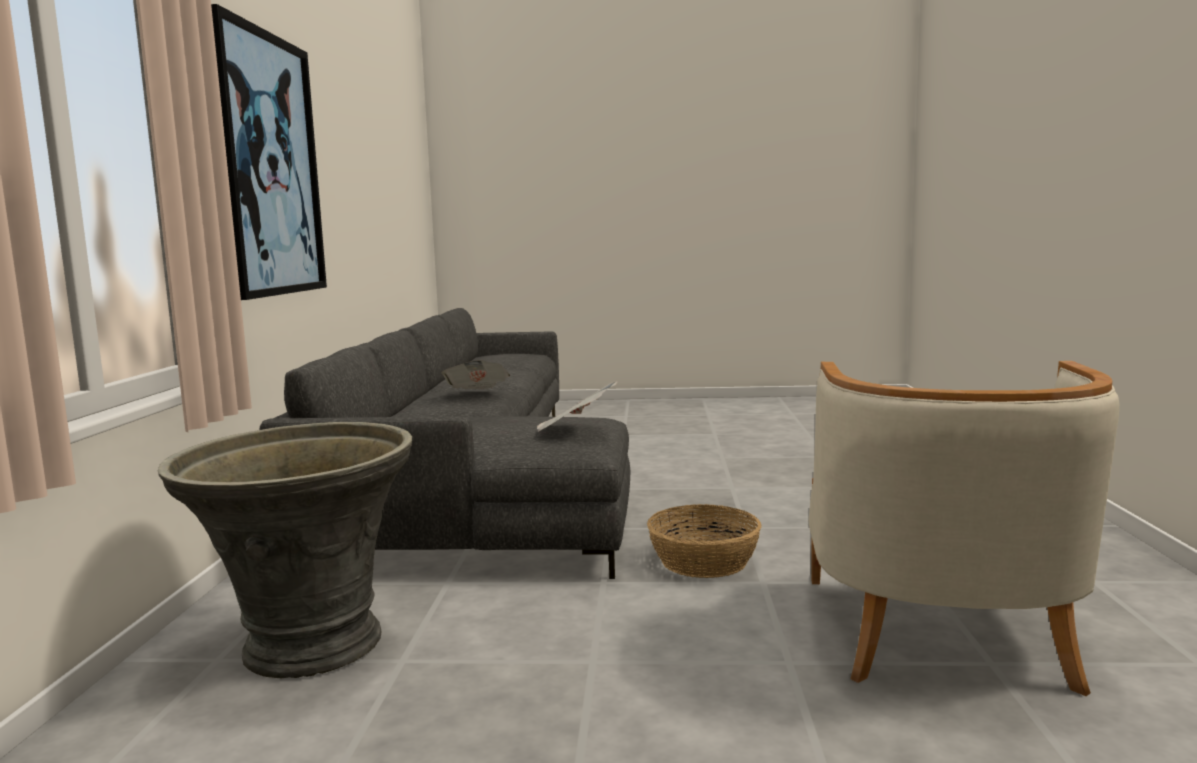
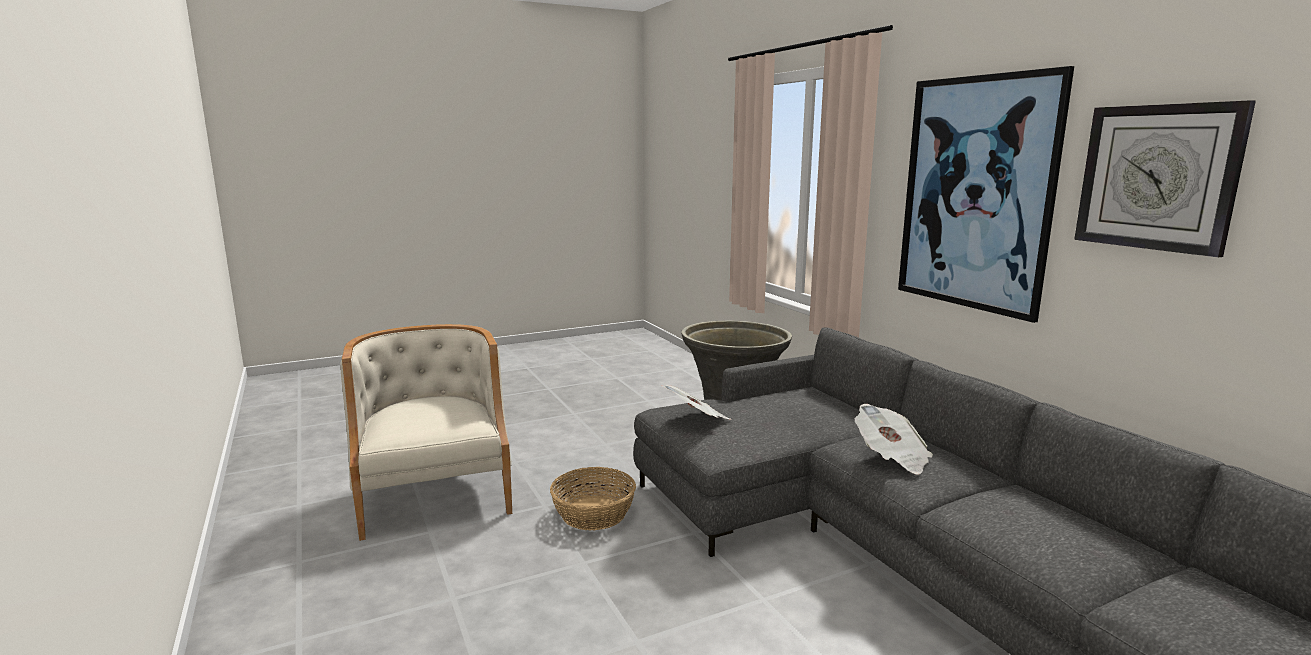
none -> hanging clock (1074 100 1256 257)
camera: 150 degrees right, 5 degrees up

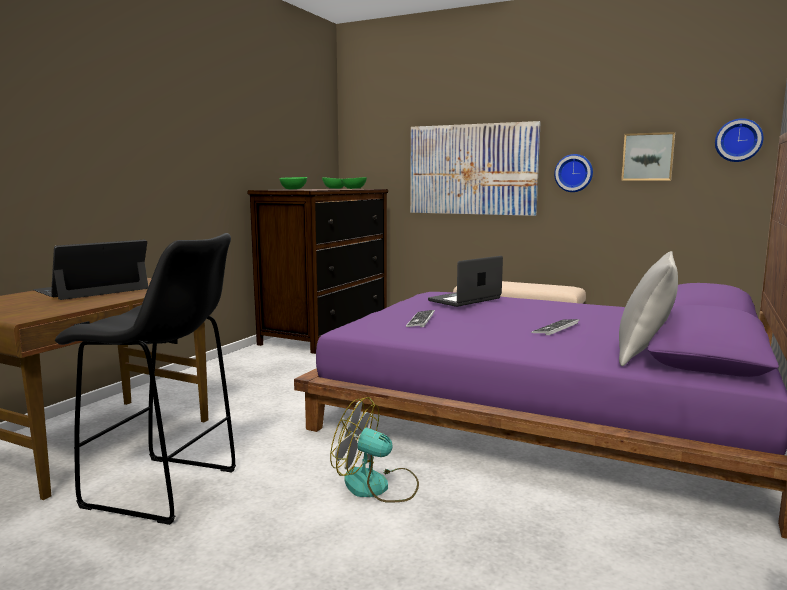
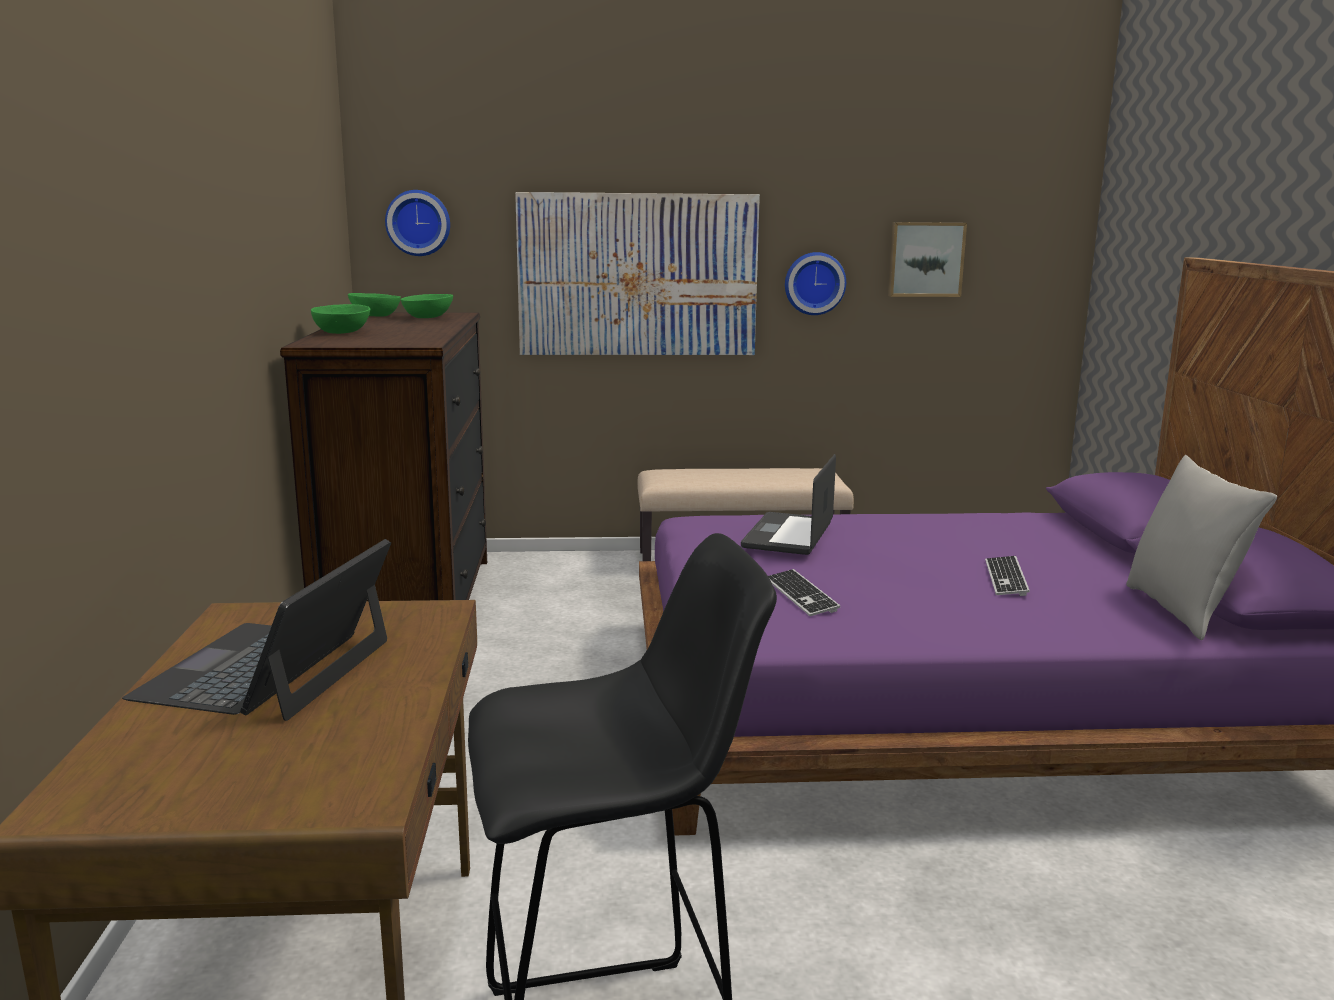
fan (330 397 419 502) -> none
hanging clock (715 118 764 162) -> hanging clock (385 190 450 256), relocated
camera: 30 degrees left, 5 degrees up

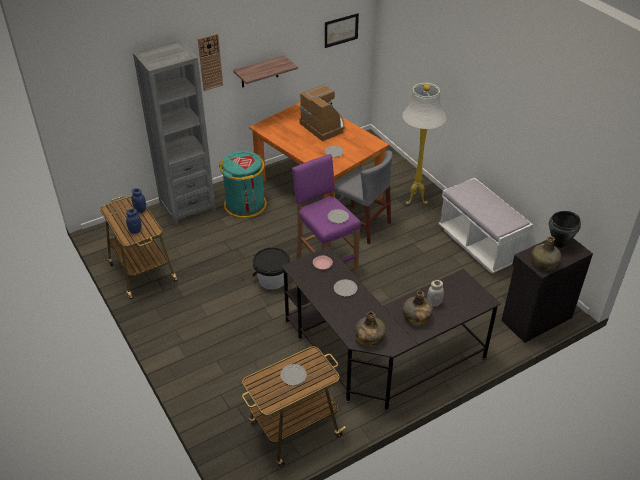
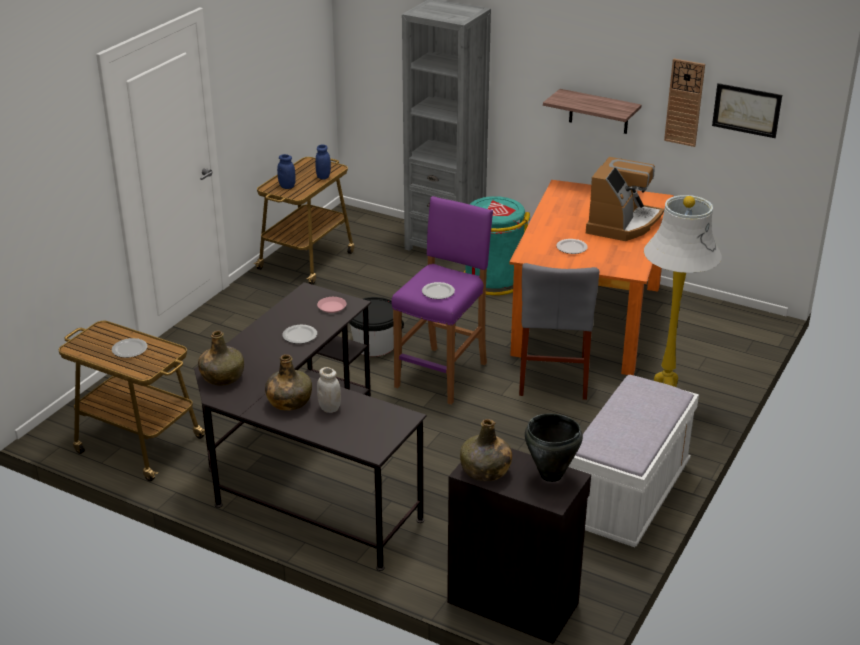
hanging clock (198 33 223 91) -> hanging clock (664 59 705 147), relocated
camera: 60 degrees right, 10 degrees down

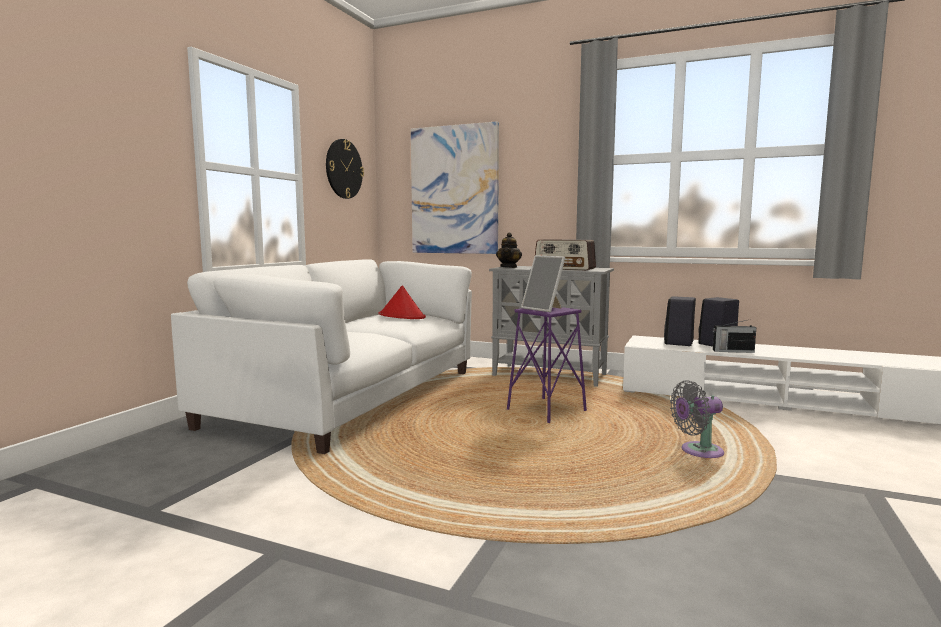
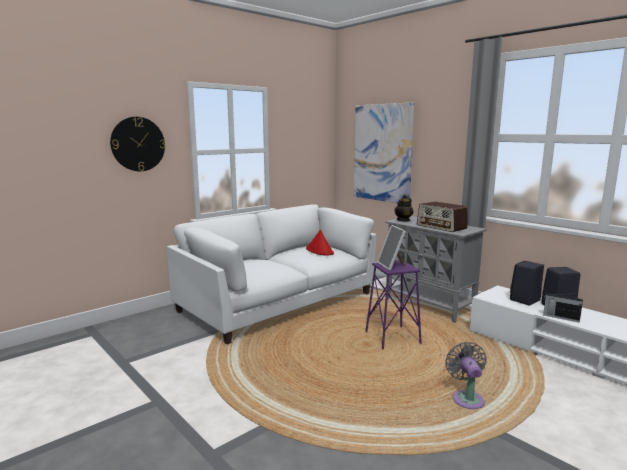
hanging clock (326 139 364 199) -> hanging clock (110 117 165 171), relocated
gray fan (670 380 724 458) -> gray fan (445 342 487 409), 75 degrees clockwise
camera: 25 degrees right, 5 degrees up

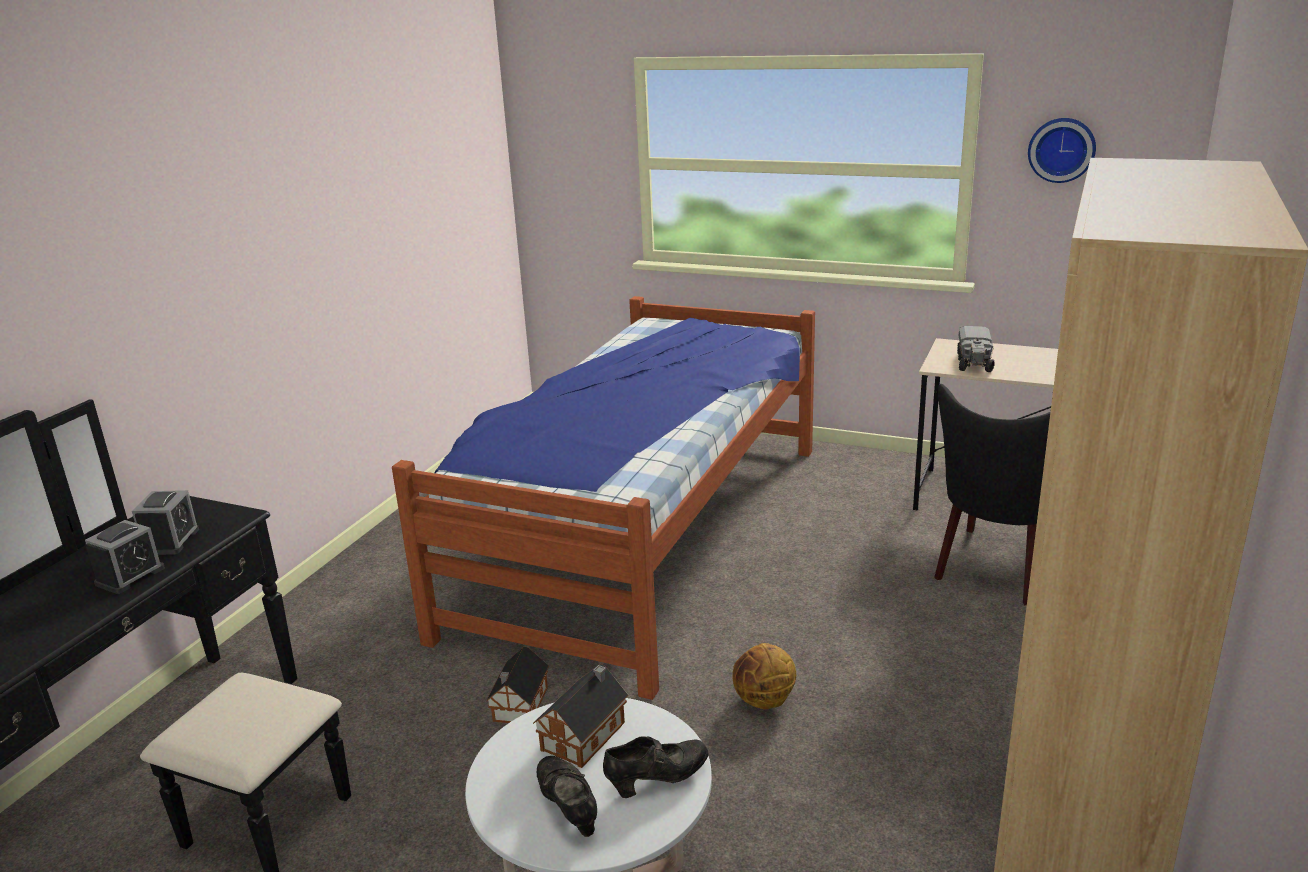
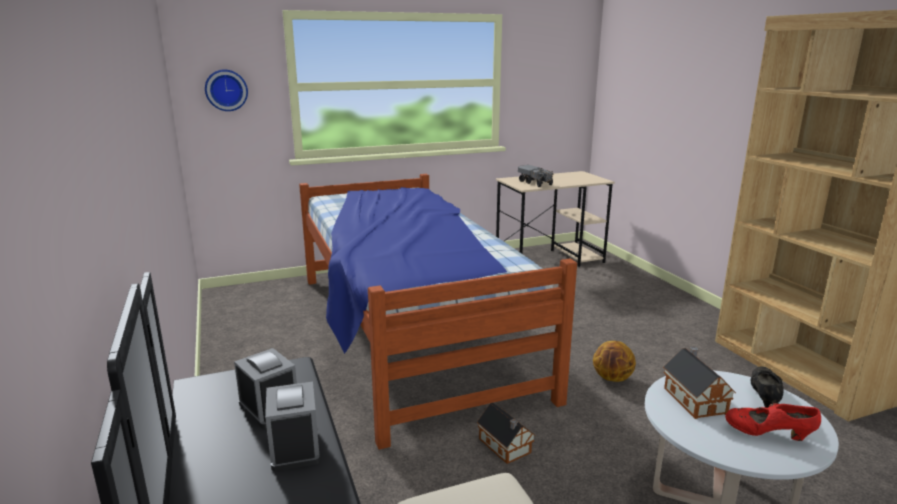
blackish item of footwear (537 756 597 837) -> red-coloured item of footwear (725 403 821 441)
blackish plain chair (934 384 1050 605) -> none
hanging clock (1028 118 1096 183) -> hanging clock (205 69 248 111), relocated
camera: 45 degrees left, 5 degrees down

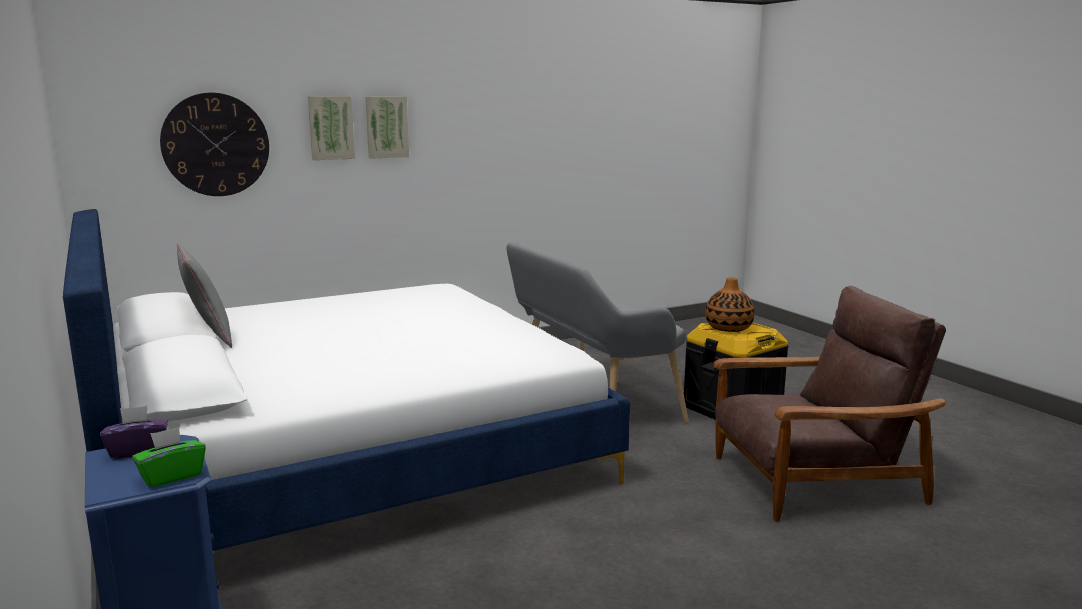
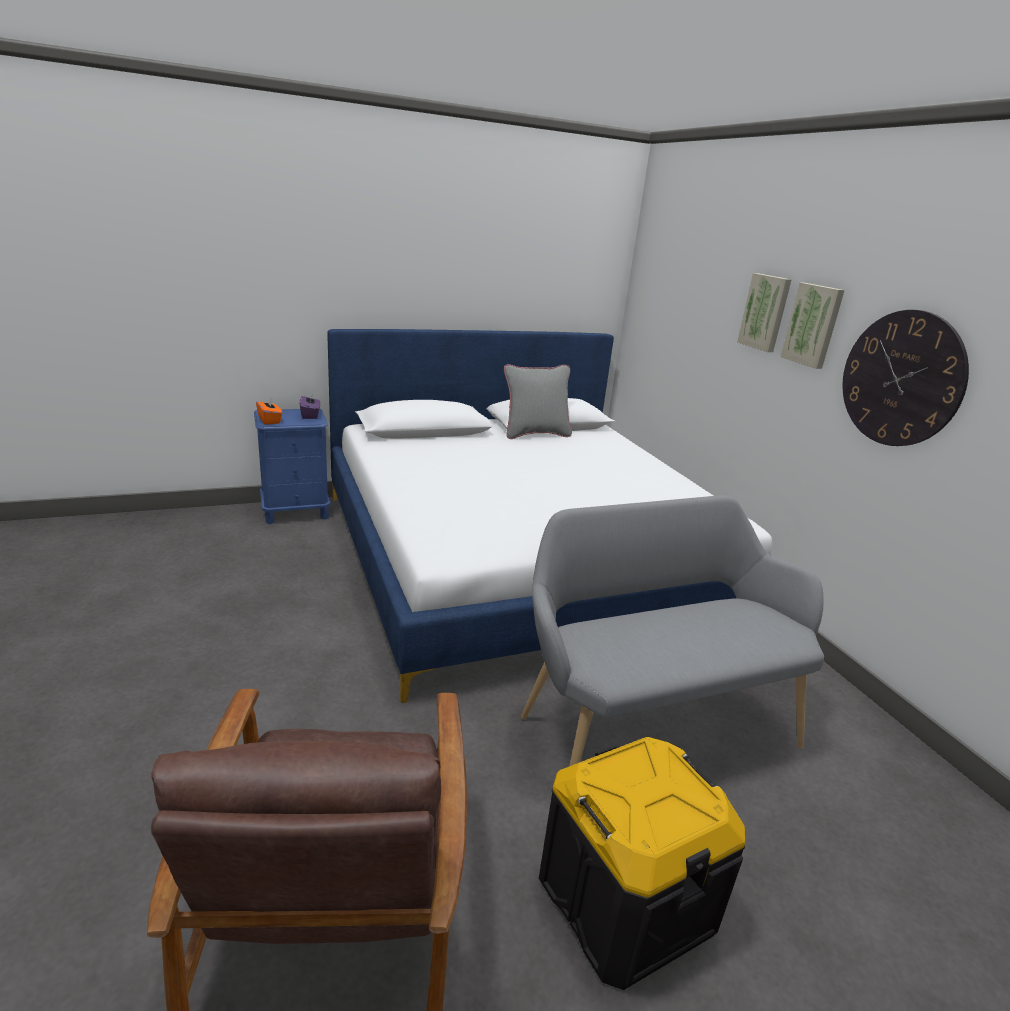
green tissue holder (132 427 206 488) -> orange-coloured tissue holder (256 397 282 425)
hanging clock (160 93 269 196) -> hanging clock (843 310 969 446), relocated
flower vase (705 277 755 332) -> none
camera: 95 degrees right, 10 degrees up

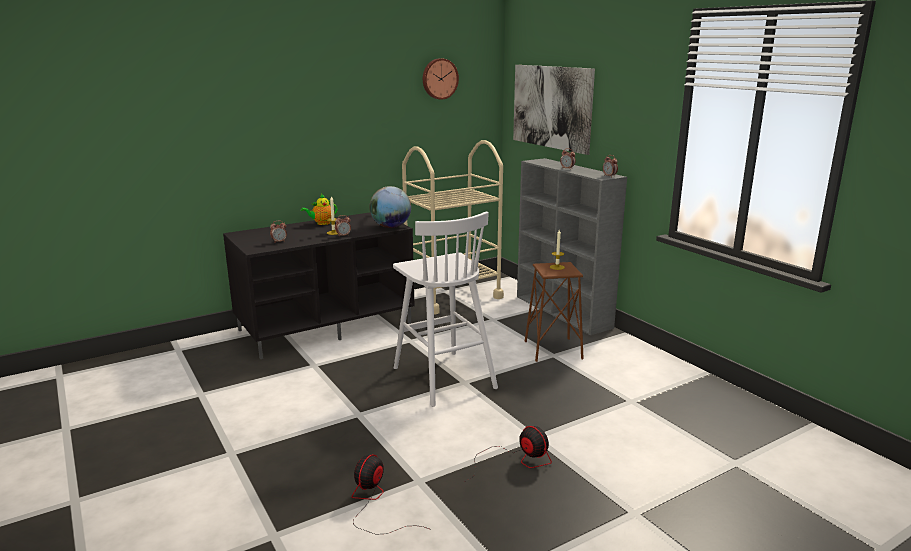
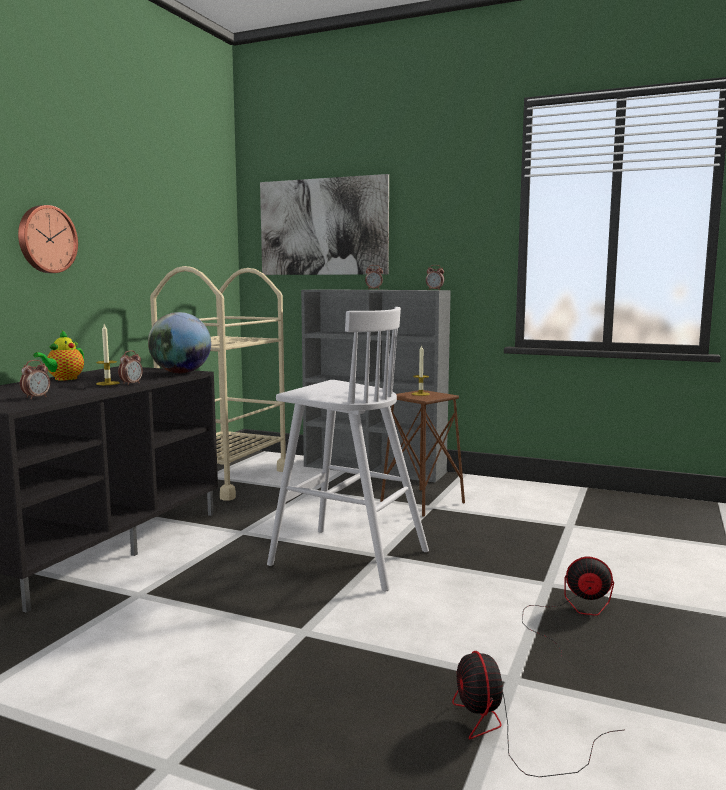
hanging clock (423 58 459 100) -> hanging clock (18 205 78 273), relocated
camera: 35 degrees left, 10 degrees down

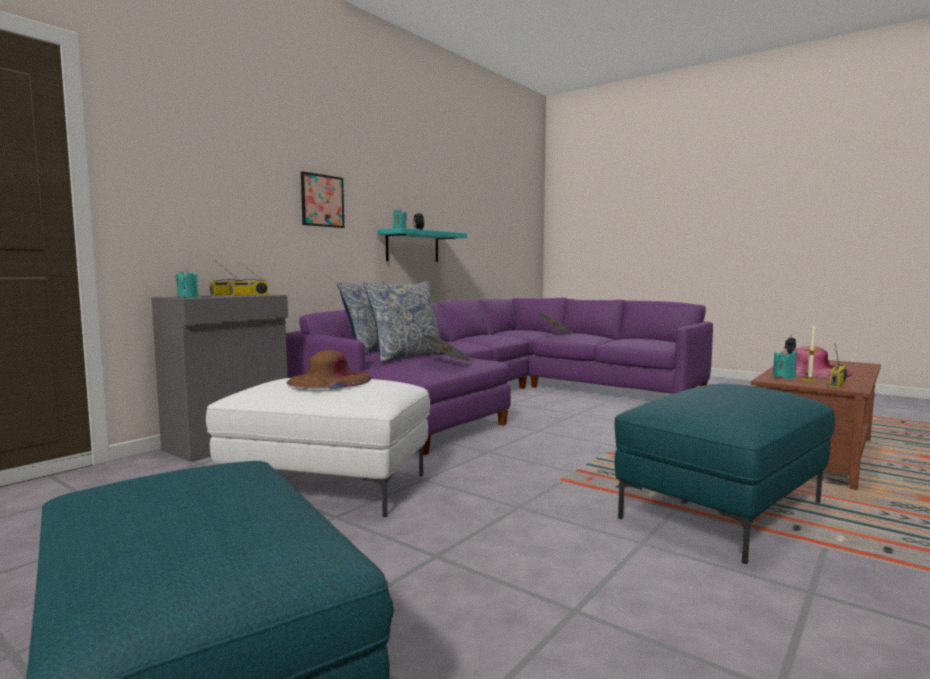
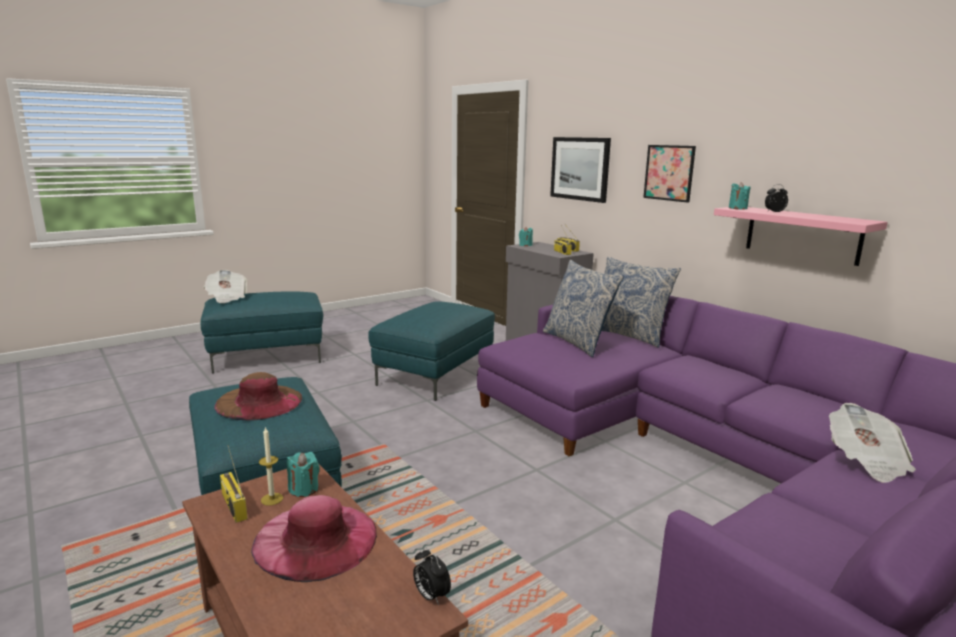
white-coloured ottoman (206 378 430 517) -> turquoise ottoman (368 301 495 401)
brown-coloured wearable hat (286 350 371 389) -> brown-coloured wearable hat (214 372 302 421), relocated
turquoise shelf (377 228 467 262) -> pink-coloured shelf (714 207 888 266)
daily paper (420 335 473 361) -> daily paper (204 270 247 303), relocated
none -> picture (550 137 611 203)
camera: 105 degrees right, 10 degrees up

